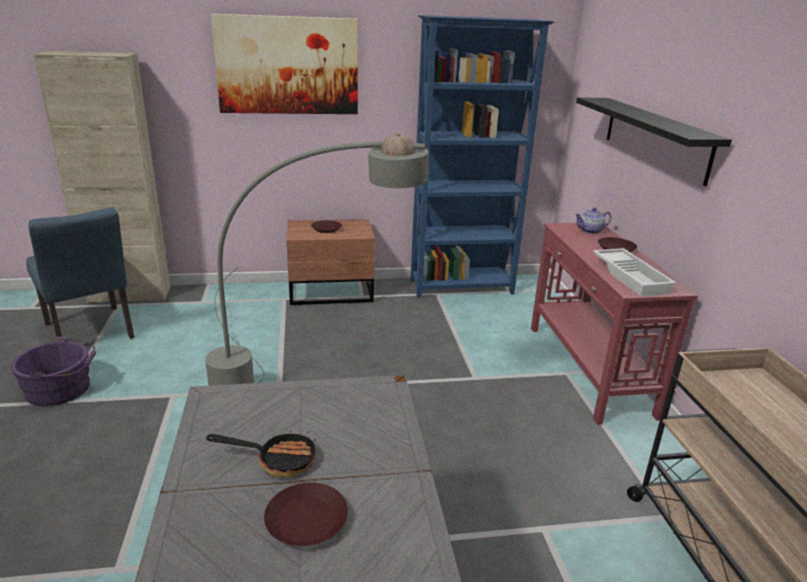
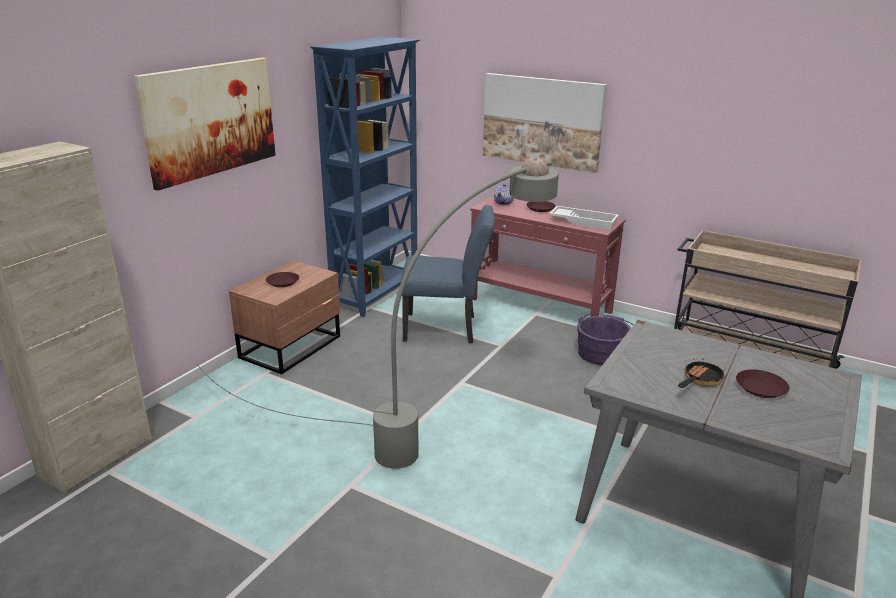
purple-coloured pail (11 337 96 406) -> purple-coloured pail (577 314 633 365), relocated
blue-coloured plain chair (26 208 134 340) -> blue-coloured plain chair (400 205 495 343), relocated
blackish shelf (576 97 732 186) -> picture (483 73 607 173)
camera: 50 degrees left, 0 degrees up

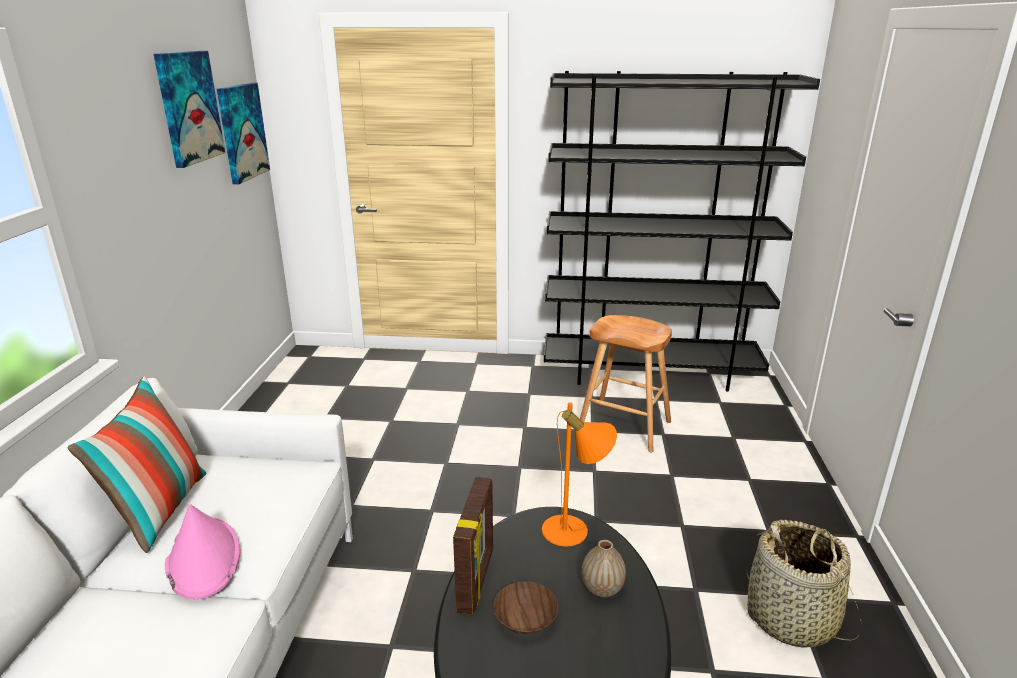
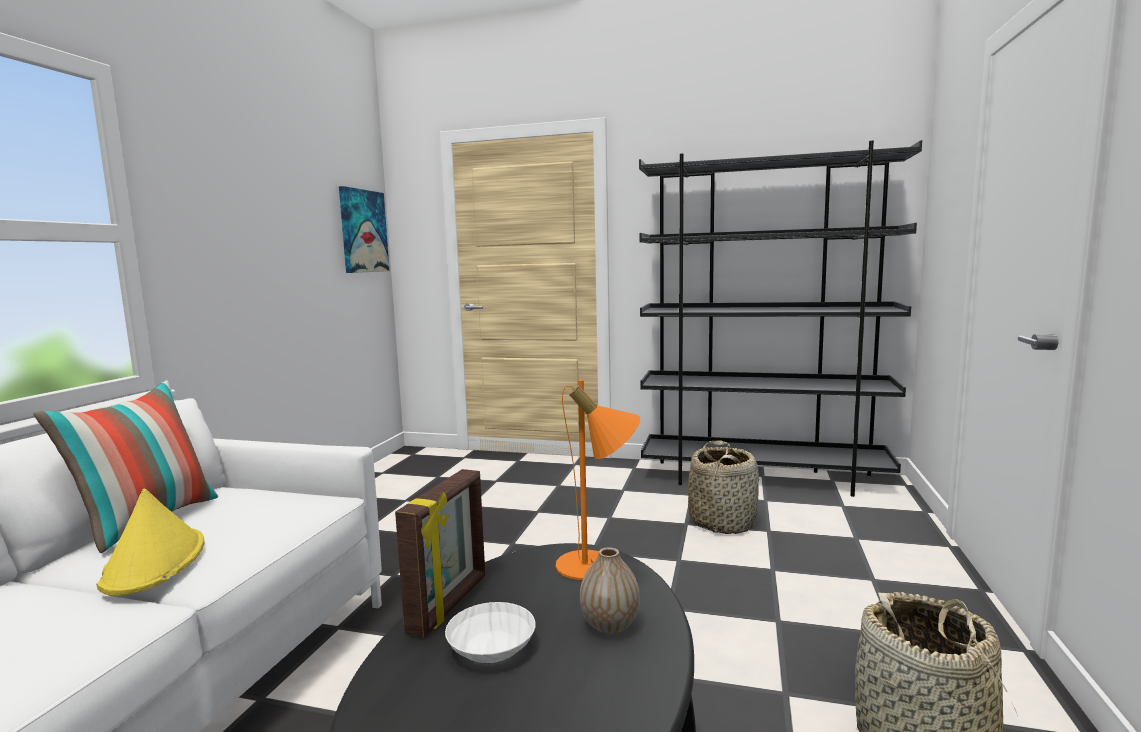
picture (154 51 225 168) -> none
pink-coloured wearable hat (165 504 241 600) -> yellow wearable hat (96 488 205 596)
brown-coloured deep dish (493 582 558 634) -> white-coloured deep dish (445 602 536 663)
brown-coloured stool (580 315 672 452) -> basket (688 440 759 534)
camera: 10 degrees right, 15 degrees down

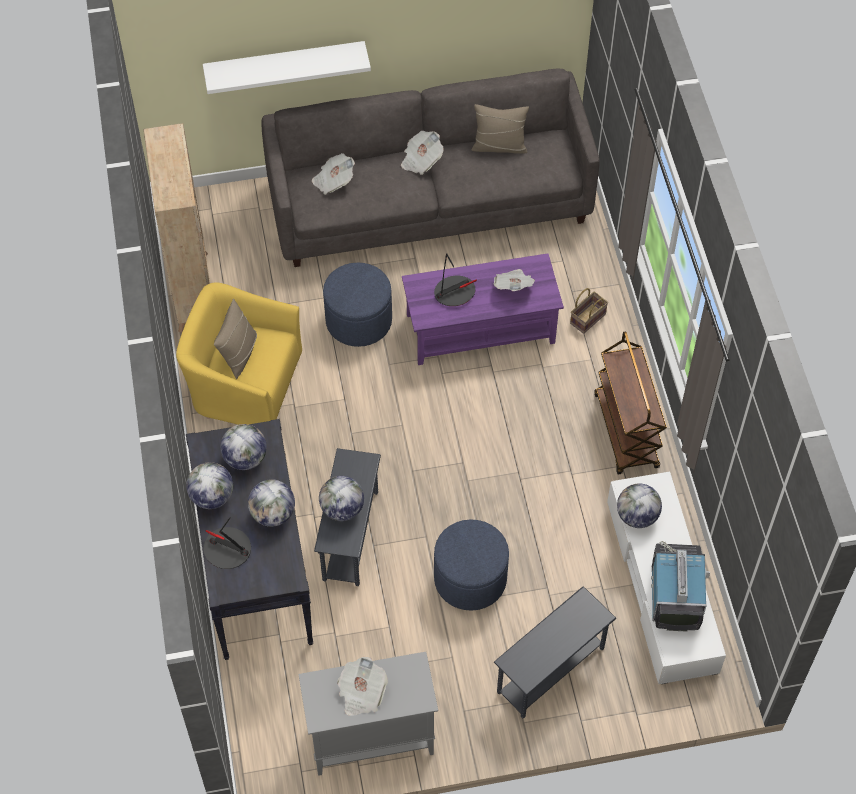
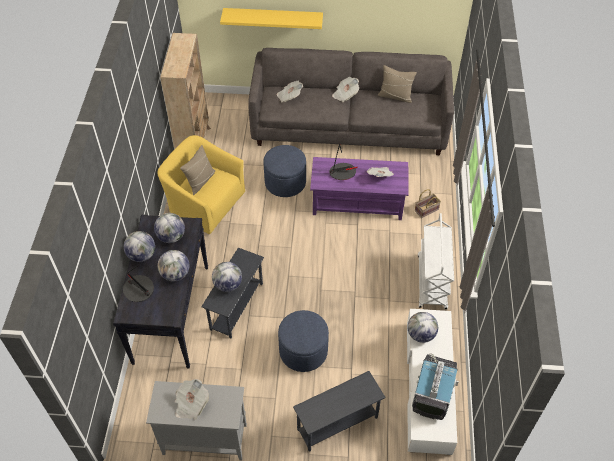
white-coloured shelf (203 41 371 94) -> yellow shelf (220 8 323 29)
brown-coloured trolley (594 332 667 475) -> white-coloured trolley (418 213 454 309)
camera: 15 degrees right, 5 degrees down

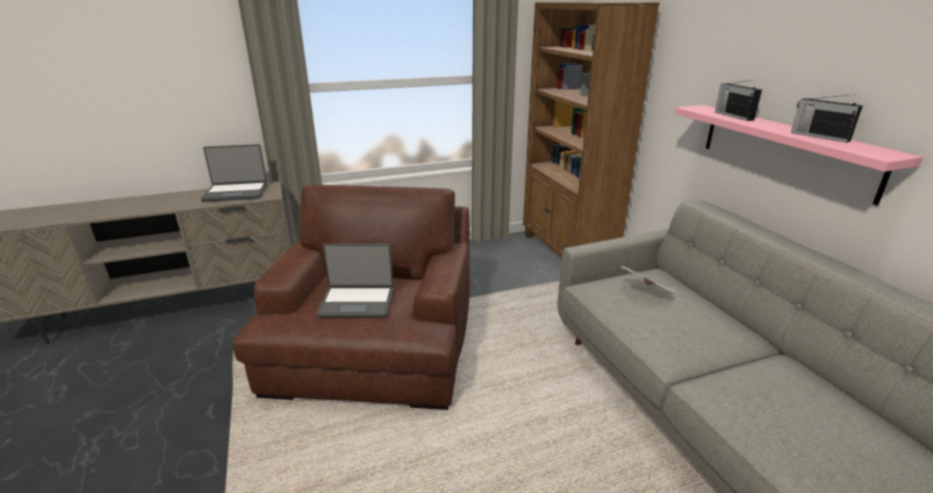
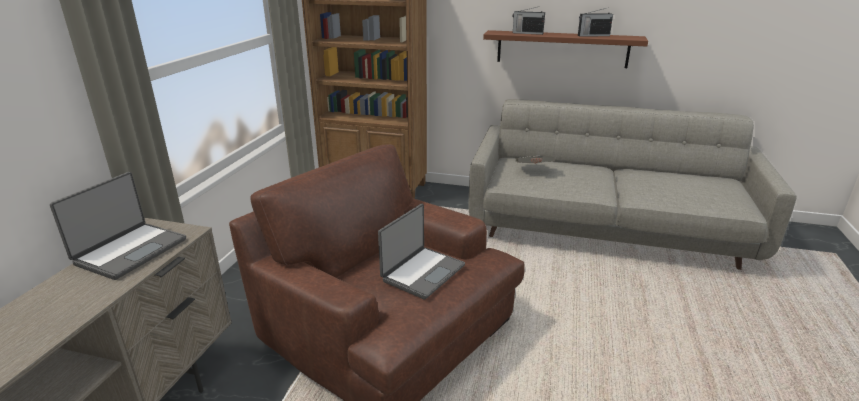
pink-coloured shelf (675 105 923 205) -> brown-coloured shelf (483 30 648 68)
camera: 55 degrees left, 0 degrees up

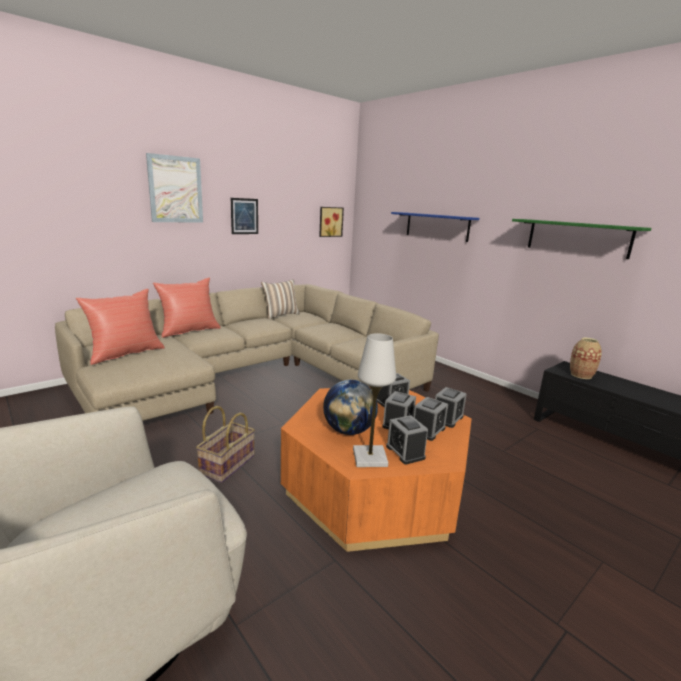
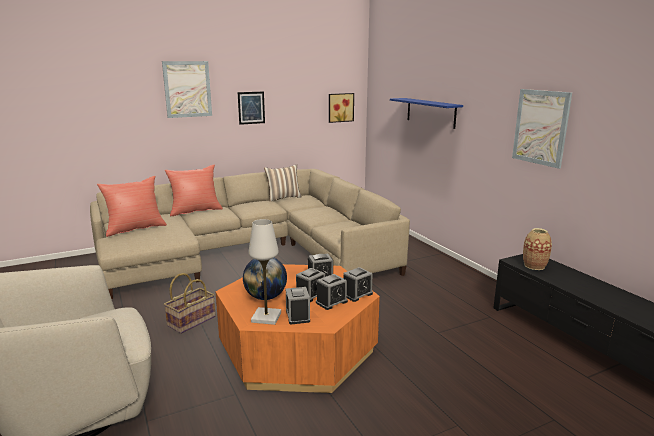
green shelf (512 219 651 259) -> picture (512 89 572 169)
camera: 15 degrees right, 0 degrees up

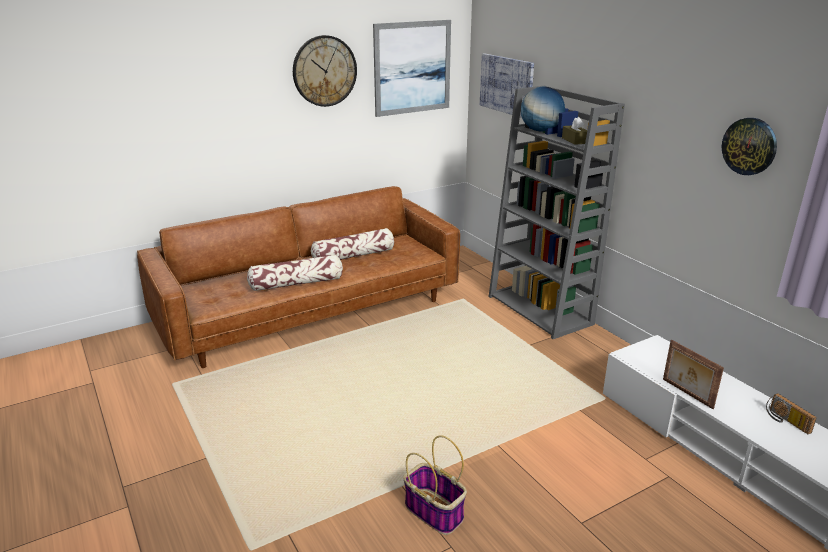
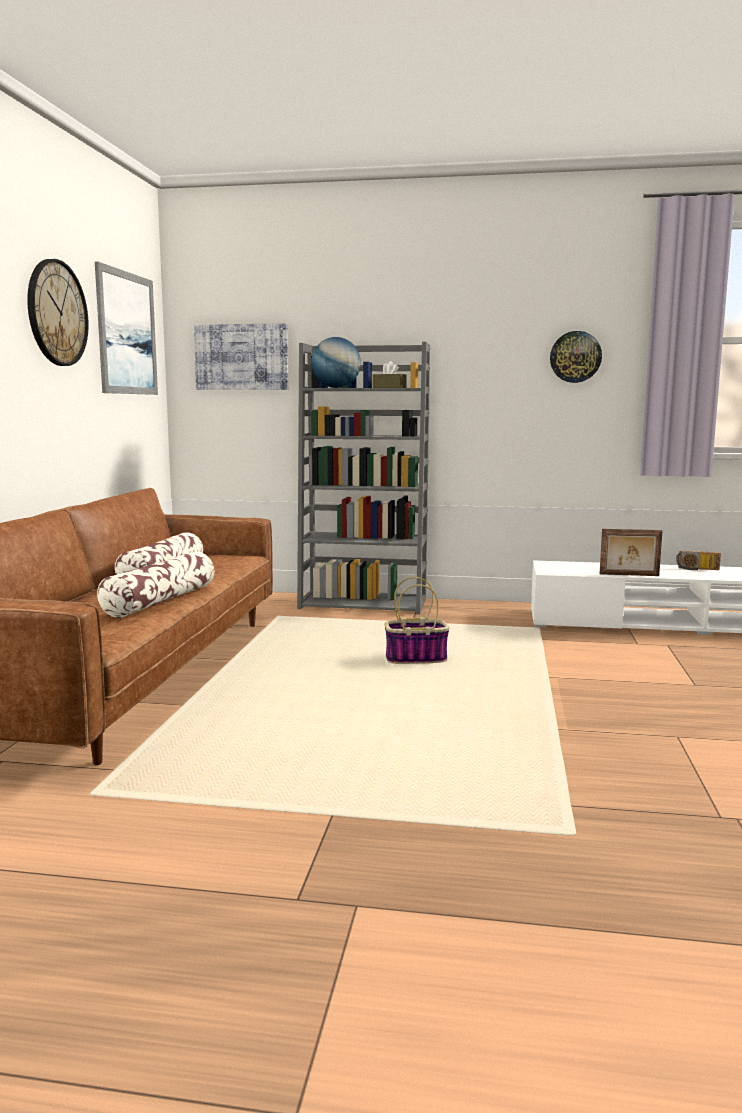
basket (403 435 467 535) -> basket (385 577 449 664), relocated
camera: 50 degrees left, 15 degrees down

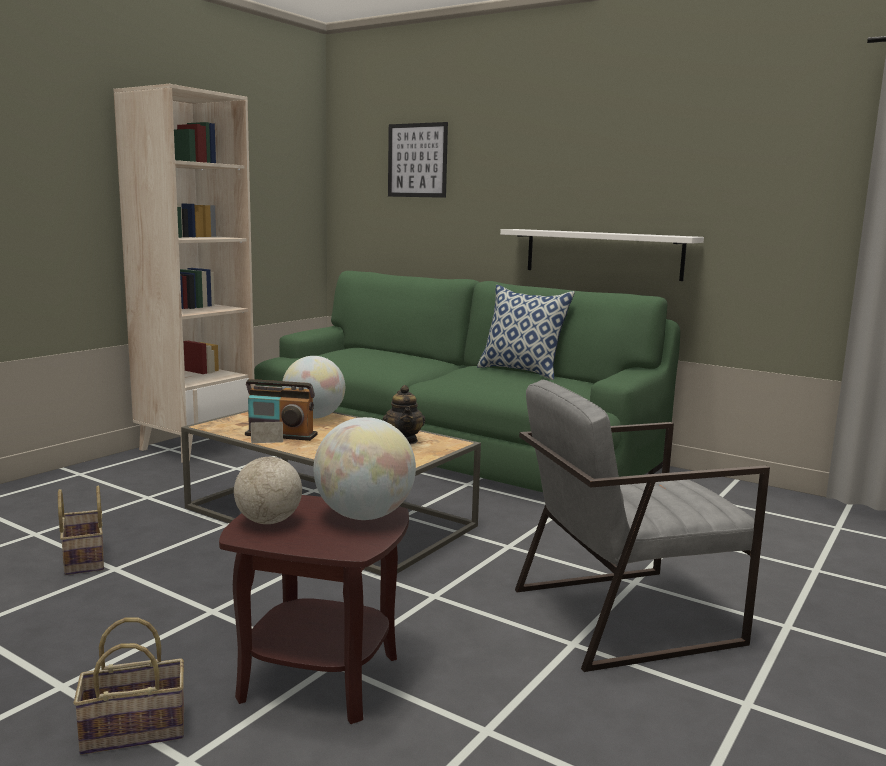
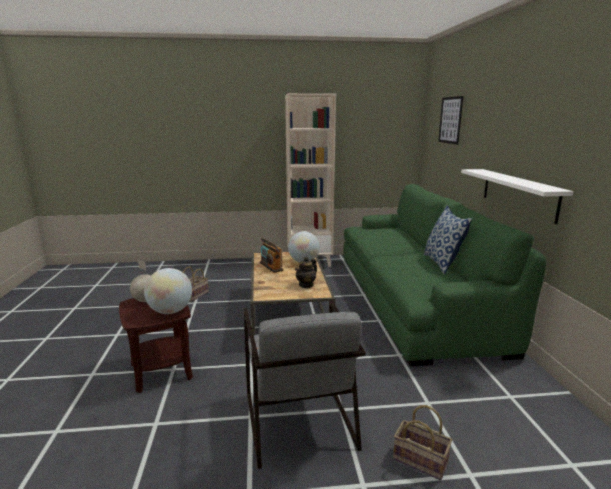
basket (73 618 184 755) -> basket (393 405 452 480), relocated
gray armchair (515 379 770 672) -> gray armchair (244 300 366 469), 135 degrees counterclockwise
camera: 50 degrees right, 5 degrees up

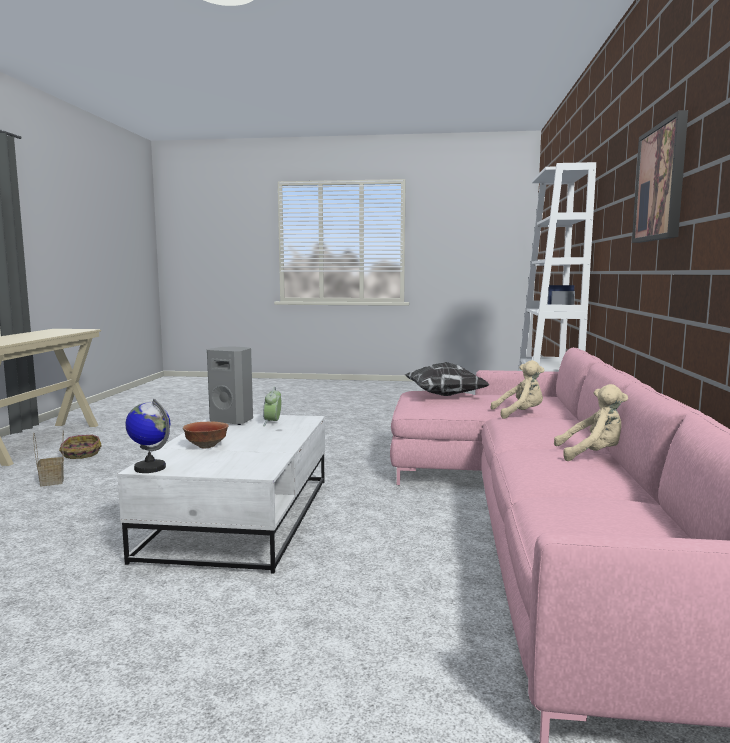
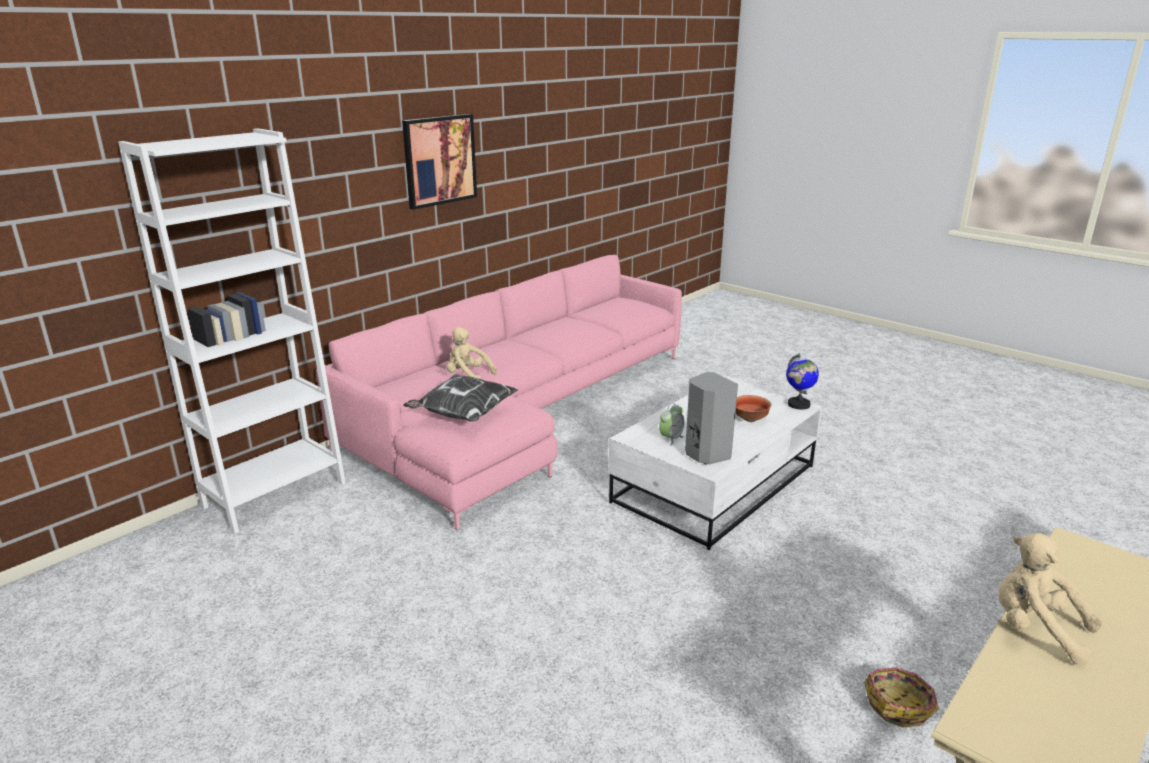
basket (33 430 64 486) -> none
beige soft toy (554 384 628 461) -> beige soft toy (998 533 1102 666), relocated
camera: 145 degrees left, 15 degrees up

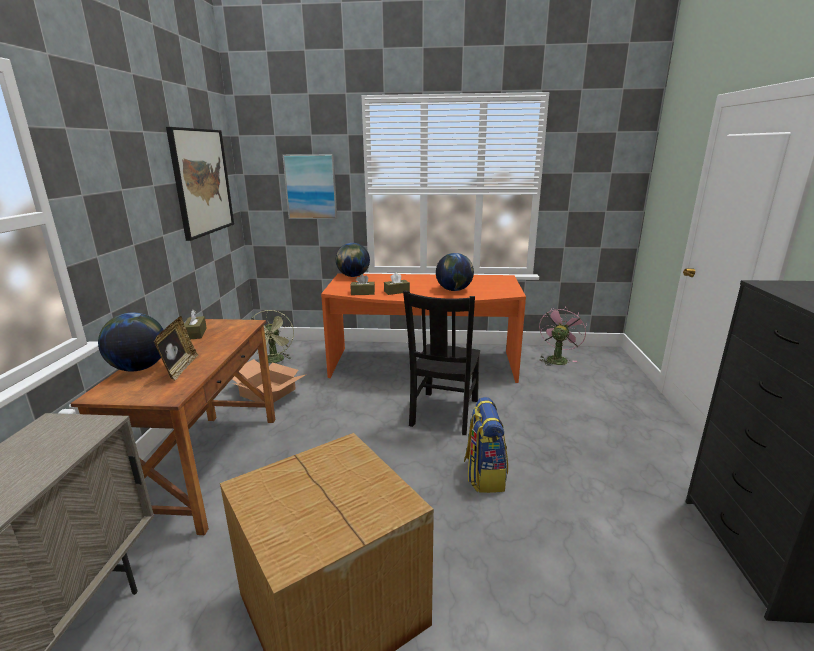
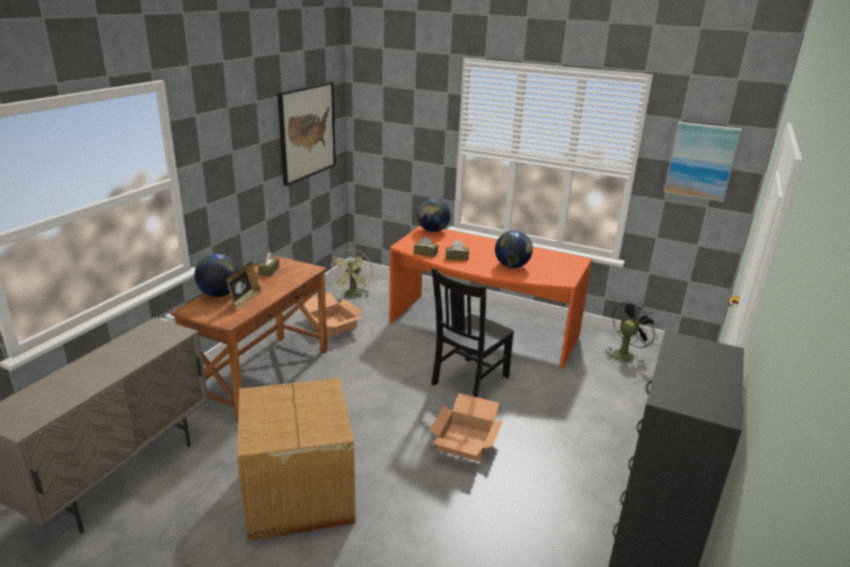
picture (283 154 338 219) -> picture (663 122 742 202), relocated
rucksack (464 397 508 493) -> packing box (430 393 503 462)
pink-coloured fan (539 306 587 366) -> blackish fan (605 300 659 362)
camera: 20 degrees right, 5 degrees up

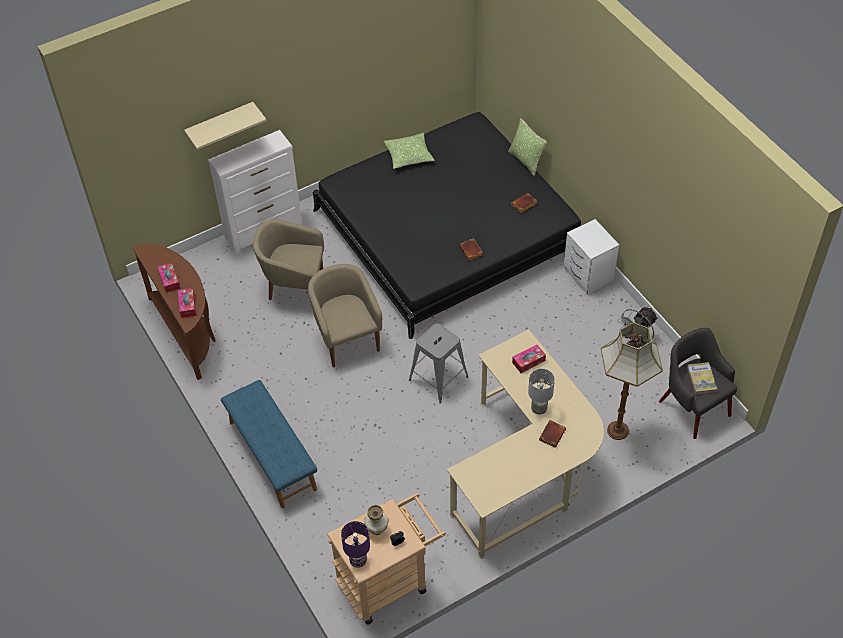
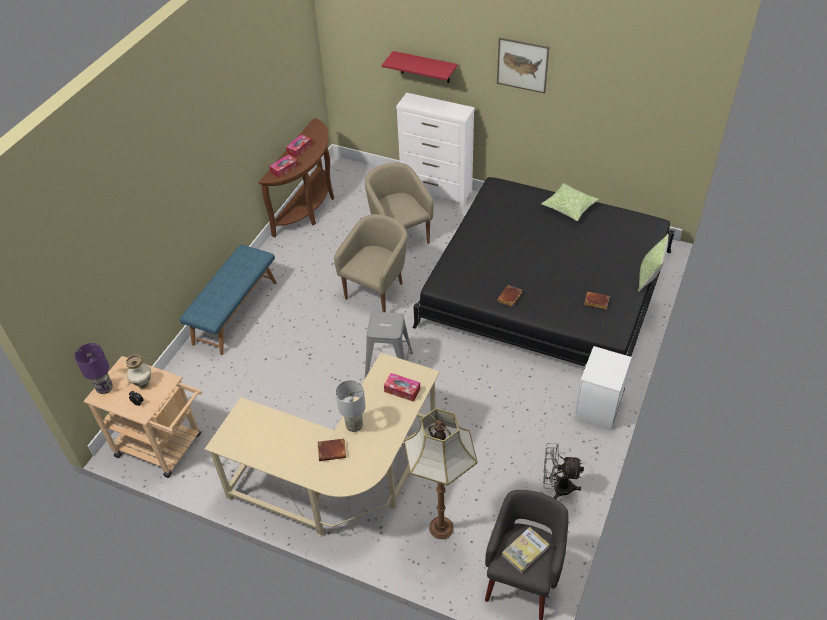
beige shelf (184 102 267 150) -> red-coloured shelf (382 51 458 83)
none -> picture (497 37 549 94)
camera: 55 degrees right, 5 degrees down

